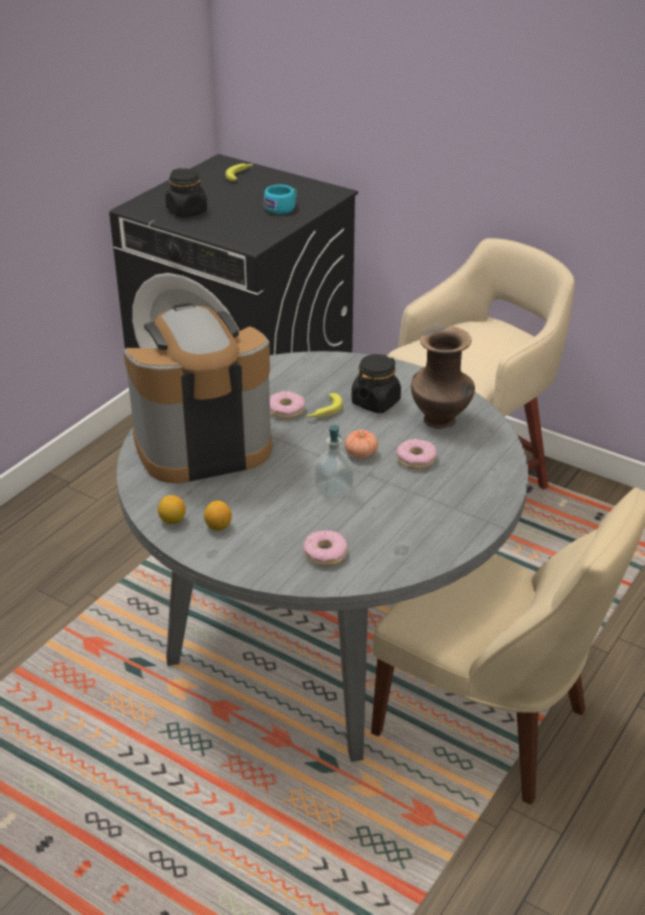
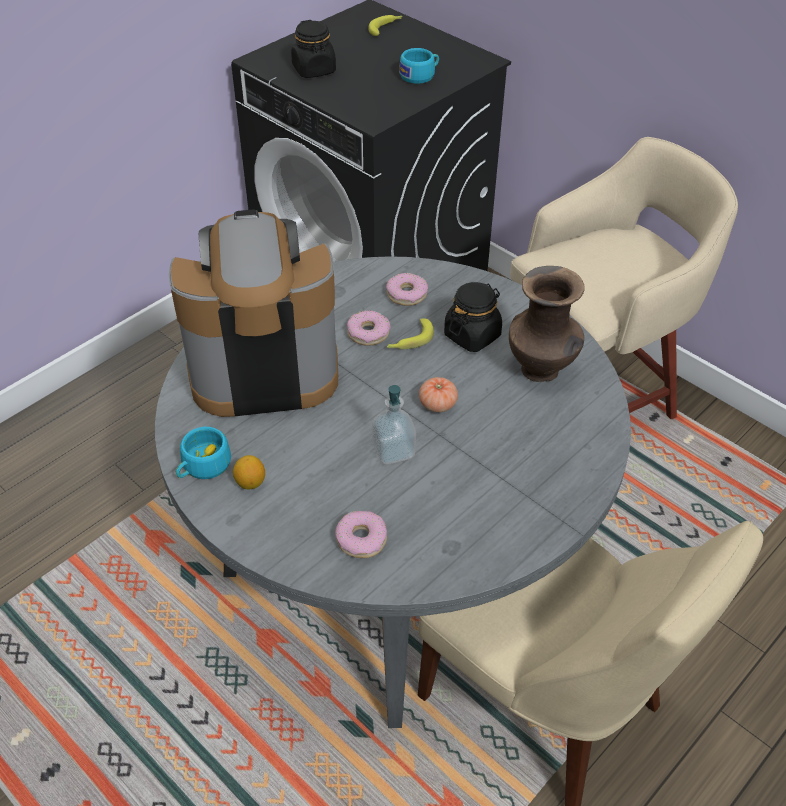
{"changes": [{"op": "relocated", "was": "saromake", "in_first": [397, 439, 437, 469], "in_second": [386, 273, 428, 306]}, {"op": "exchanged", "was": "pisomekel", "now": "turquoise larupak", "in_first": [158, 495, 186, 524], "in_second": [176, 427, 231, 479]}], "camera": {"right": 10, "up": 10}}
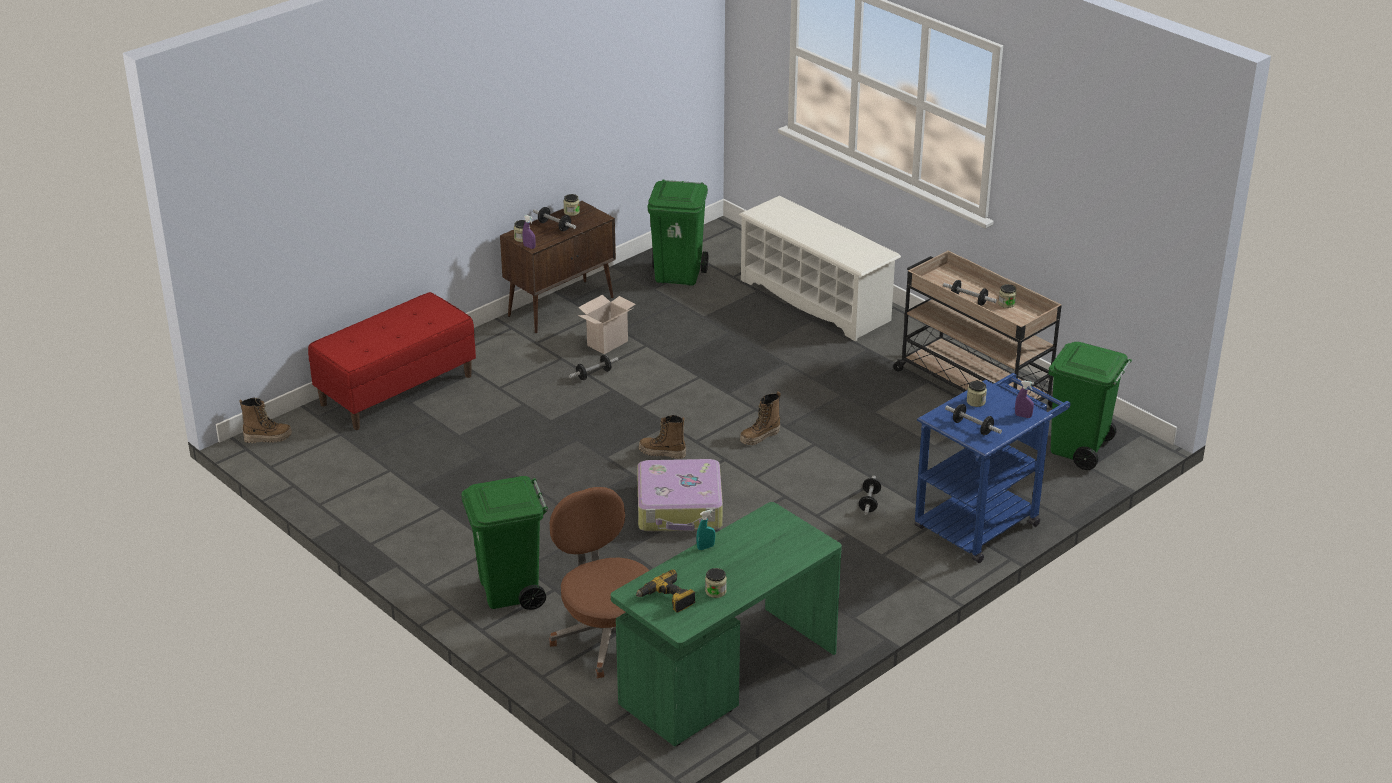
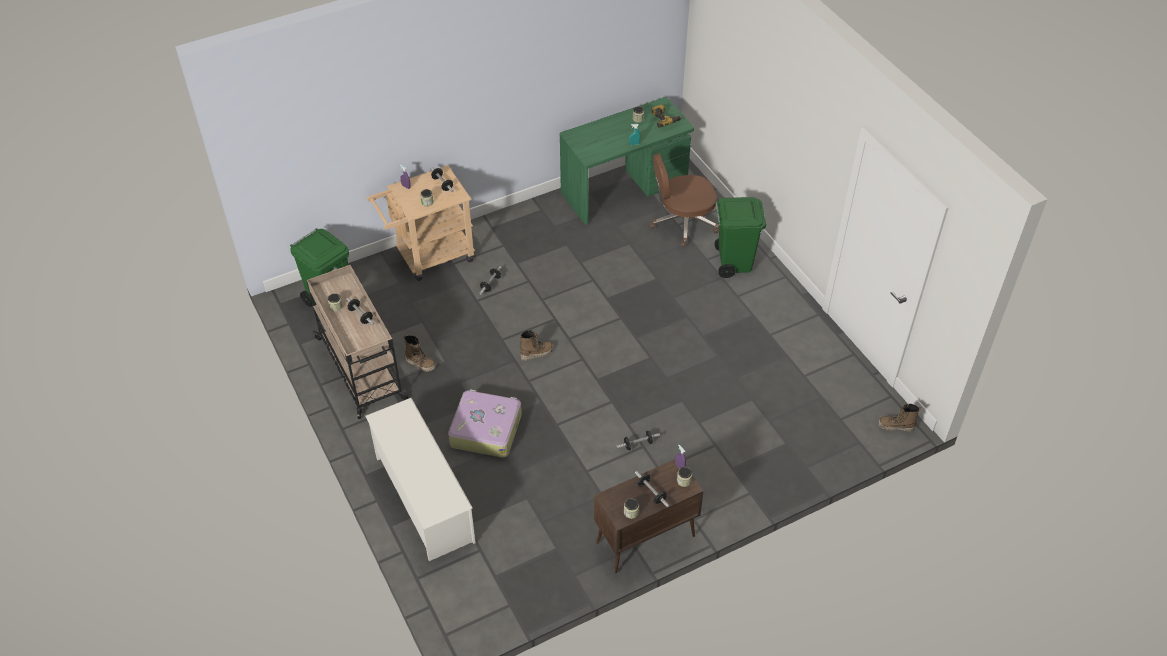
{"changes": [{"op": "missing", "was": "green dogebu", "in_first": [648, 180, 708, 286]}, {"op": "missing", "was": "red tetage", "in_first": [308, 292, 476, 430]}, {"op": "missing", "was": "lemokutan", "in_first": [578, 294, 635, 354]}, {"op": "colour", "was": "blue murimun", "now": "beige murimun", "in_first": [915, 373, 1071, 563], "in_second": [367, 165, 475, 281]}, {"op": "relocated", "was": "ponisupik", "in_first": [639, 415, 686, 459], "in_second": [404, 334, 436, 372]}, {"op": "relocated", "was": "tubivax", "in_first": [637, 459, 723, 532], "in_second": [448, 389, 522, 458]}, {"op": "spun", "was": "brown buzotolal", "in_first": [549, 487, 649, 678], "in_second": [650, 153, 719, 248], "clockwise": 90}], "camera": {"right": -165, "up": 15}}
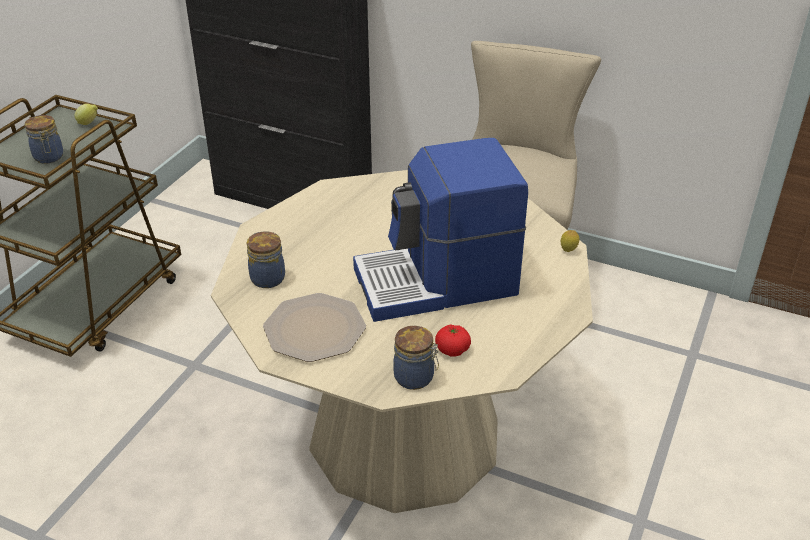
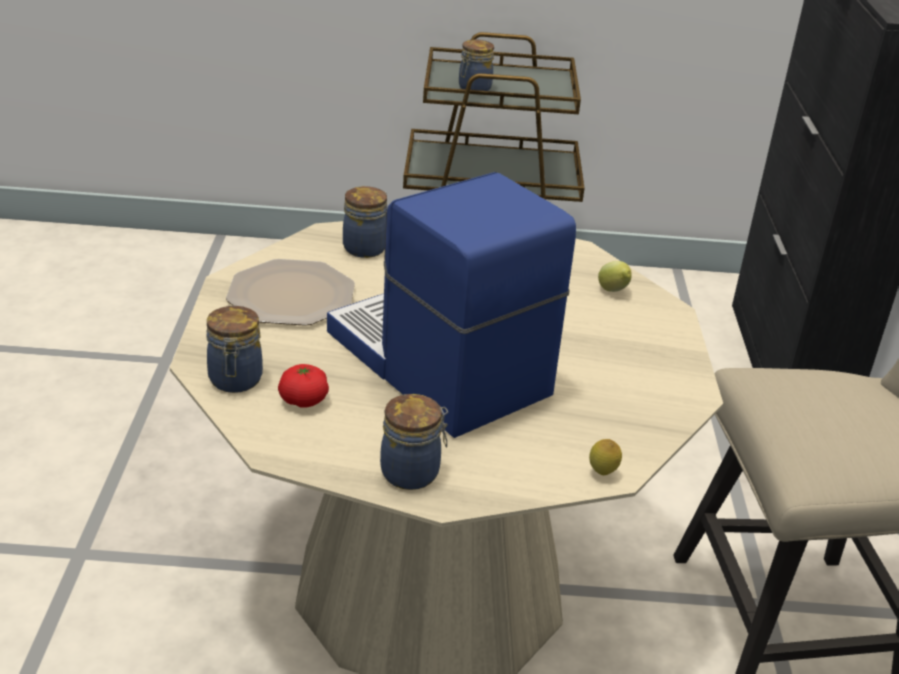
{"changes": [{"op": "relocated", "was": "pisomekel", "in_first": [75, 104, 98, 125], "in_second": [598, 261, 632, 292]}, {"op": "appeared", "now": "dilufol", "in_second": [380, 394, 448, 490]}], "camera": {"right": 65, "up": -5}}
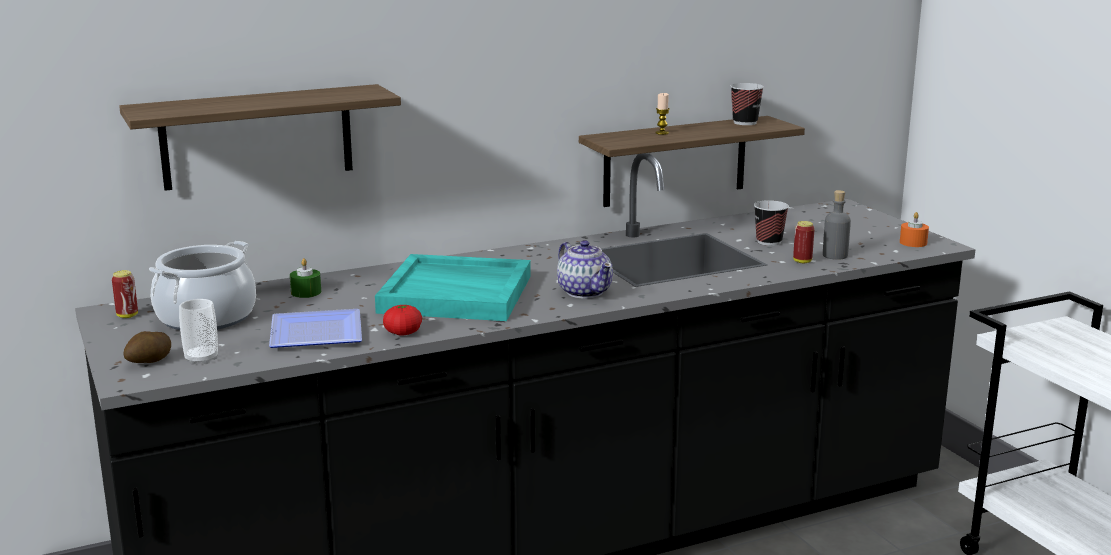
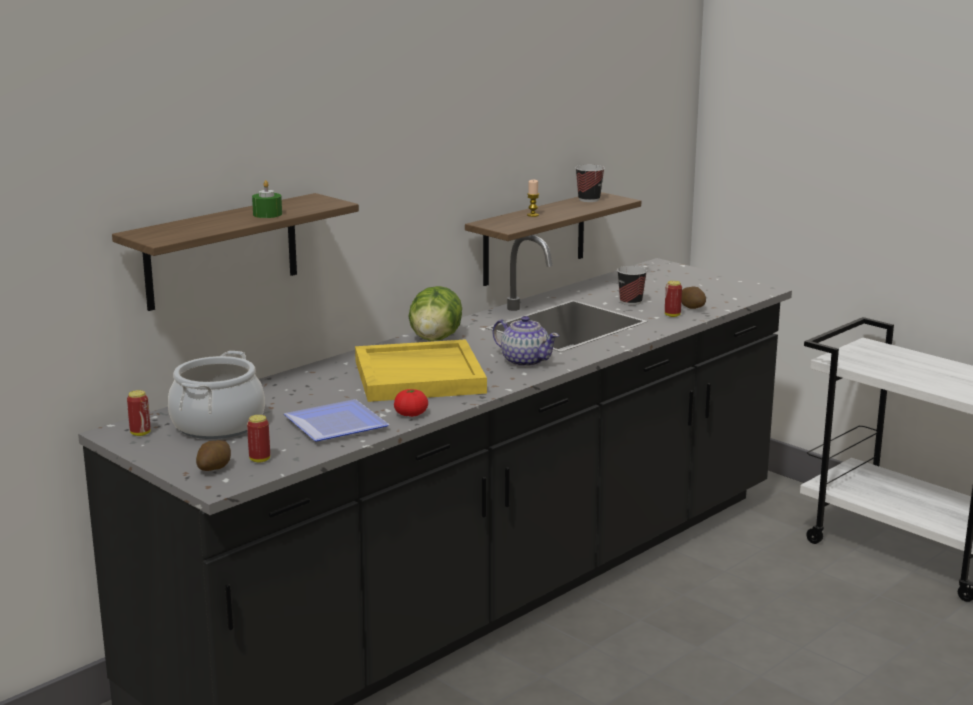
{"changes": [{"op": "exchanged", "was": "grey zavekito", "now": "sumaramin", "in_first": [823, 190, 851, 260], "in_second": [681, 286, 706, 309]}, {"op": "missing", "was": "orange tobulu", "in_first": [900, 212, 929, 247]}, {"op": "colour", "was": "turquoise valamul", "now": "yellow valamul", "in_first": [375, 254, 531, 321], "in_second": [355, 339, 487, 402]}, {"op": "relocated", "was": "green tobulu", "in_first": [290, 258, 321, 298], "in_second": [252, 180, 282, 218]}, {"op": "exchanged", "was": "larupak", "now": "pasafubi", "in_first": [179, 299, 218, 365], "in_second": [247, 415, 270, 463]}, {"op": "appeared", "now": "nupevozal", "in_second": [408, 286, 462, 341]}], "camera": {"right": -20, "up": 0}}
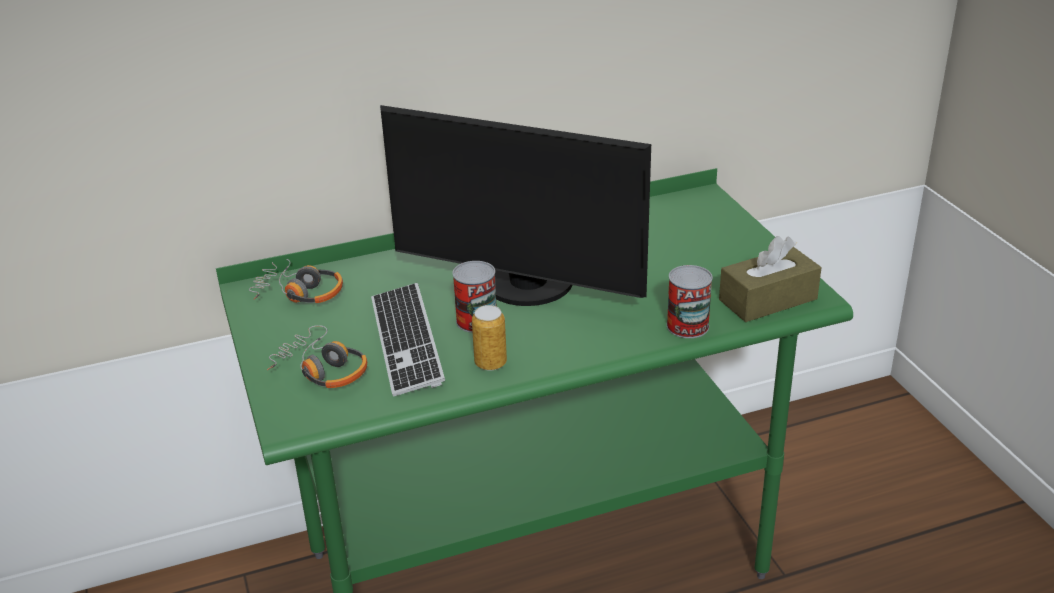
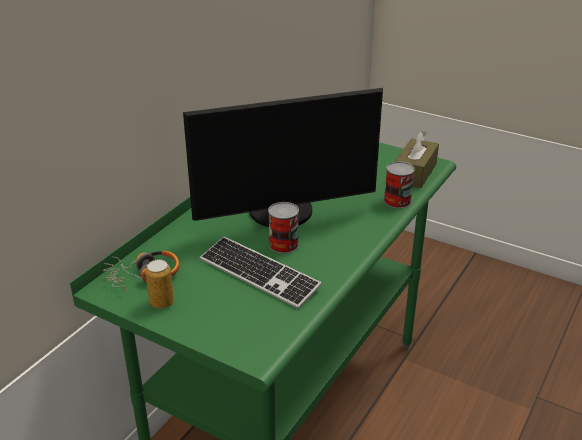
{"changes": [{"op": "relocated", "was": "pasafubi", "in_first": [472, 305, 507, 371], "in_second": [145, 260, 174, 309]}, {"op": "missing", "was": "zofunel", "in_first": [267, 325, 367, 388]}], "camera": {"right": -40, "up": 0}}
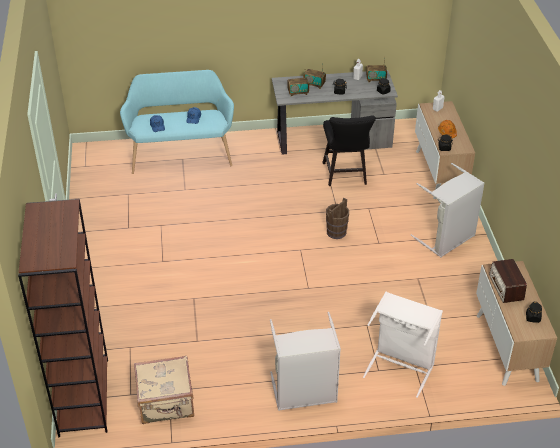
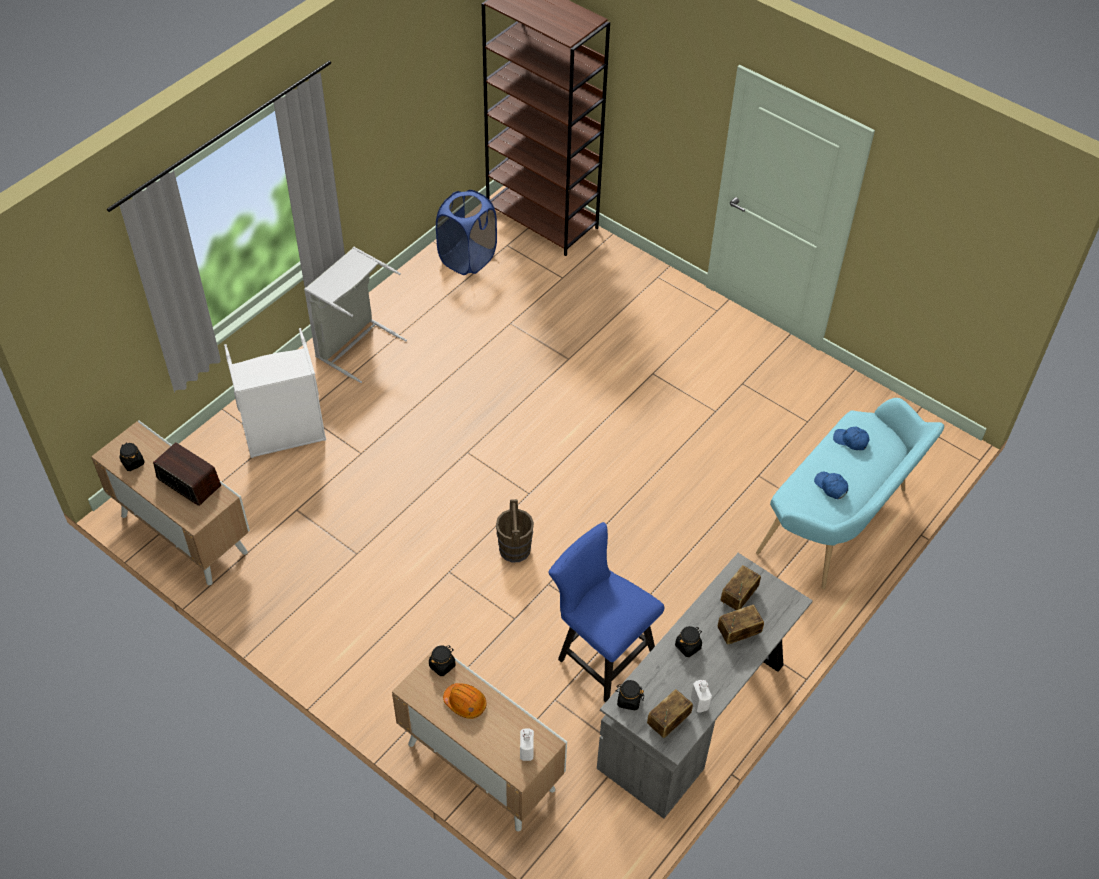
{"changes": [{"op": "colour", "was": "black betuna", "now": "blue betuna", "in_first": [322, 115, 376, 186], "in_second": [548, 522, 664, 702]}, {"op": "missing", "was": "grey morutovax", "in_first": [411, 163, 485, 257]}, {"op": "exchanged", "was": "beige tubivax", "now": "blue morutovax", "in_first": [134, 355, 194, 424], "in_second": [436, 190, 497, 275]}], "camera": {"right": 135, "up": 10}}
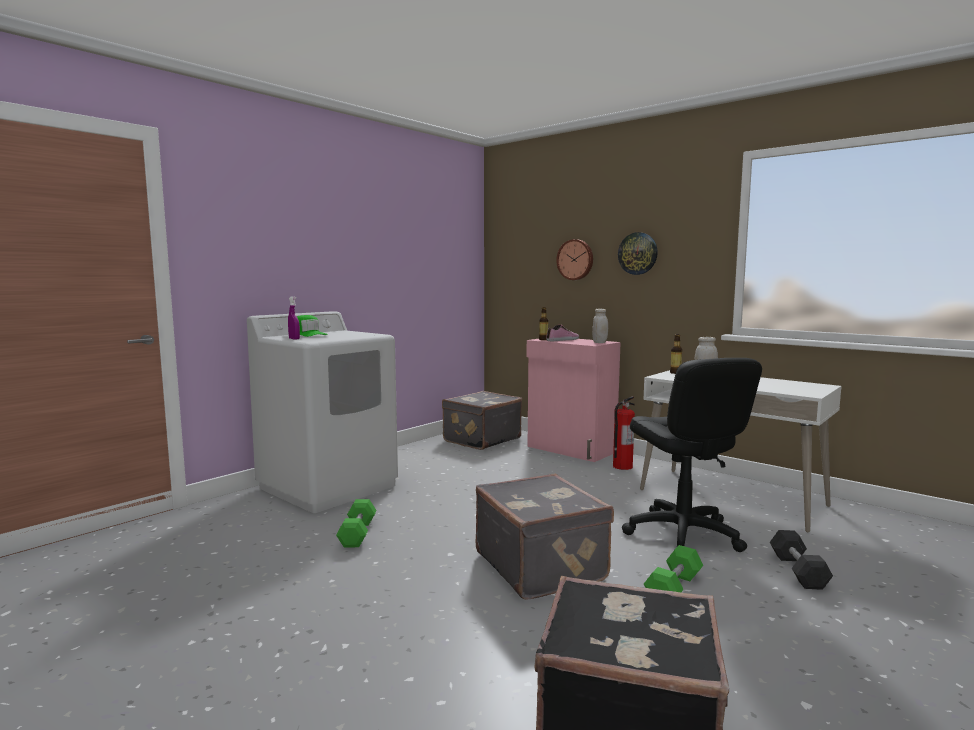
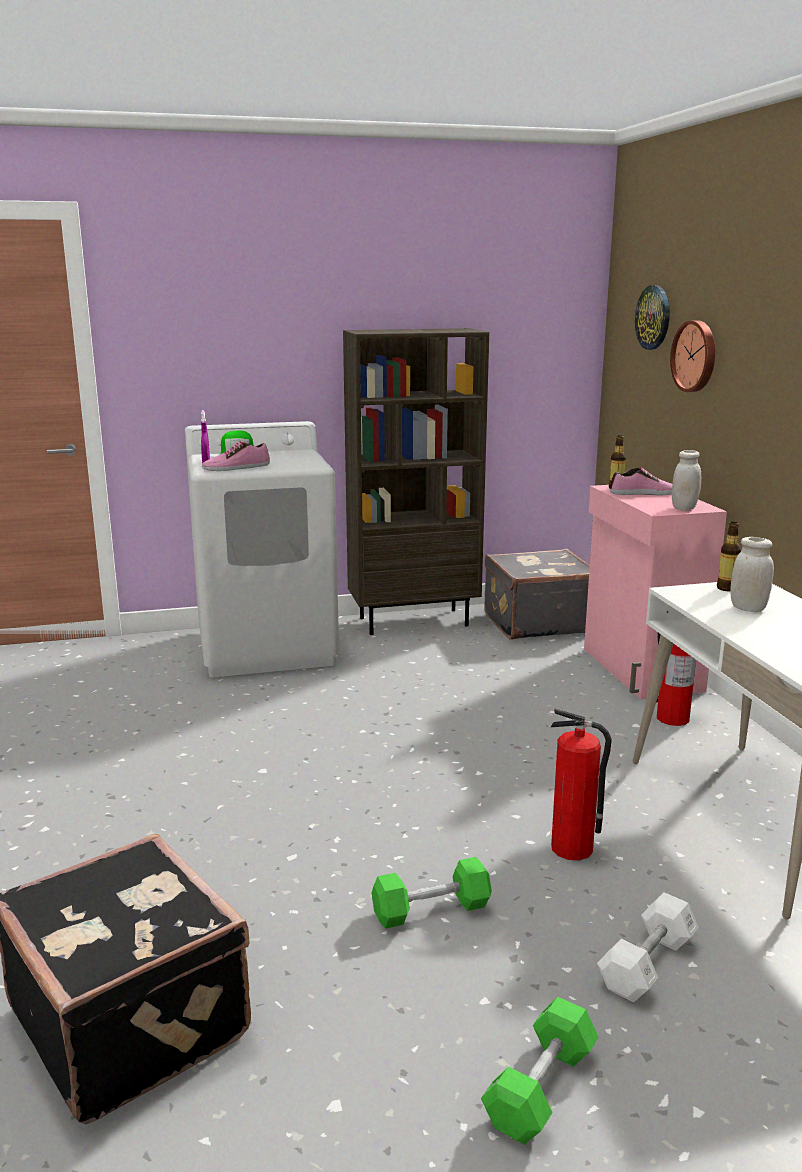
{"changes": [{"op": "relocated", "was": "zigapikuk", "in_first": [618, 232, 658, 275], "in_second": [635, 285, 670, 350]}, {"op": "exchanged", "was": "black buzotolal", "now": "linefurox", "in_first": [622, 358, 762, 552], "in_second": [551, 709, 612, 860]}, {"op": "missing", "was": "grey tubivax", "in_first": [476, 473, 614, 600]}, {"op": "relocated", "was": "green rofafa", "in_first": [336, 499, 377, 547], "in_second": [481, 997, 599, 1145]}, {"op": "colour", "was": "black rofafa", "now": "white rofafa", "in_first": [770, 530, 833, 590], "in_second": [597, 892, 699, 1003]}, {"op": "appeared", "now": "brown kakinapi", "in_second": [343, 328, 489, 635]}, {"op": "appeared", "now": "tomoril", "in_second": [202, 441, 270, 471]}], "camera": {"right": 35, "up": 10}}
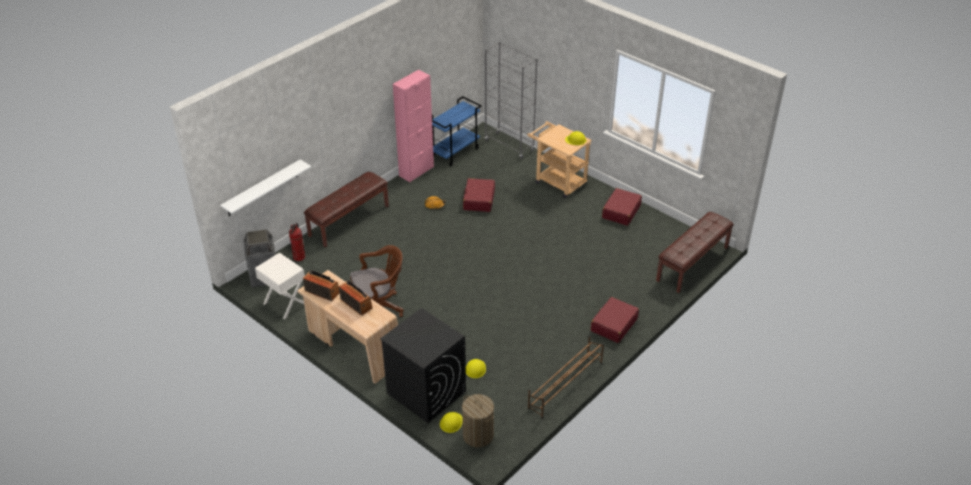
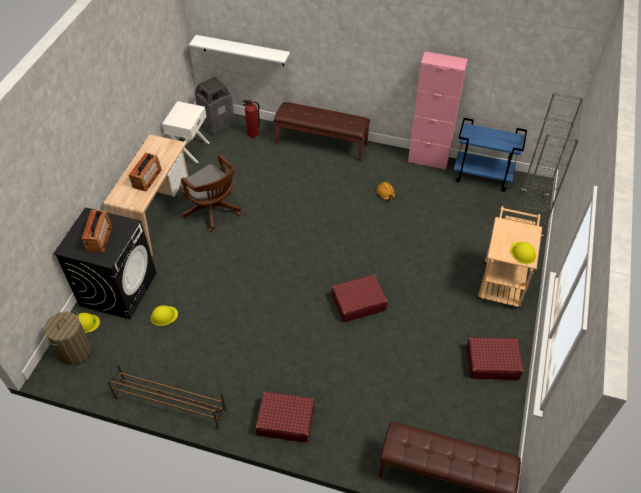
{"changes": [{"op": "relocated", "was": "red tubivax", "in_first": [463, 178, 495, 212], "in_second": [332, 274, 388, 322]}, {"op": "relocated", "was": "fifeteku", "in_first": [303, 270, 340, 301], "in_second": [82, 210, 113, 252]}], "camera": {"right": 65, "up": 10}}
